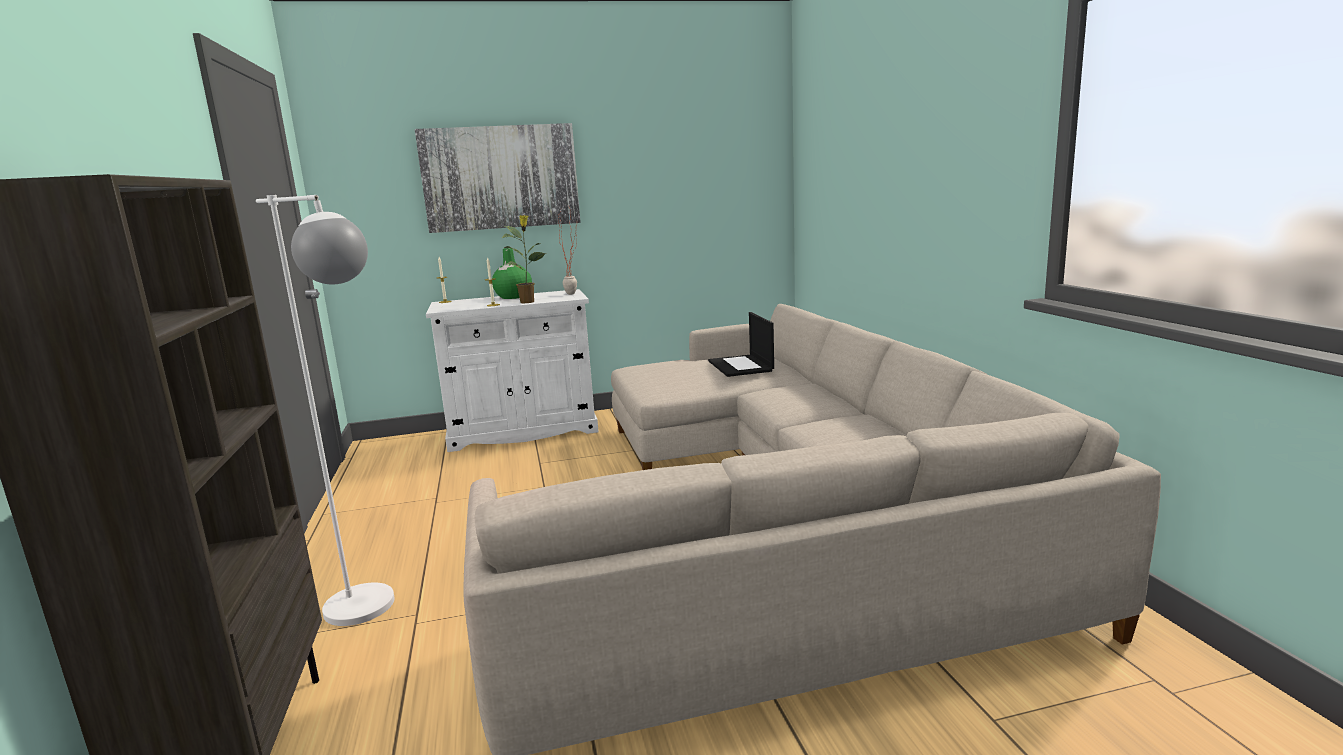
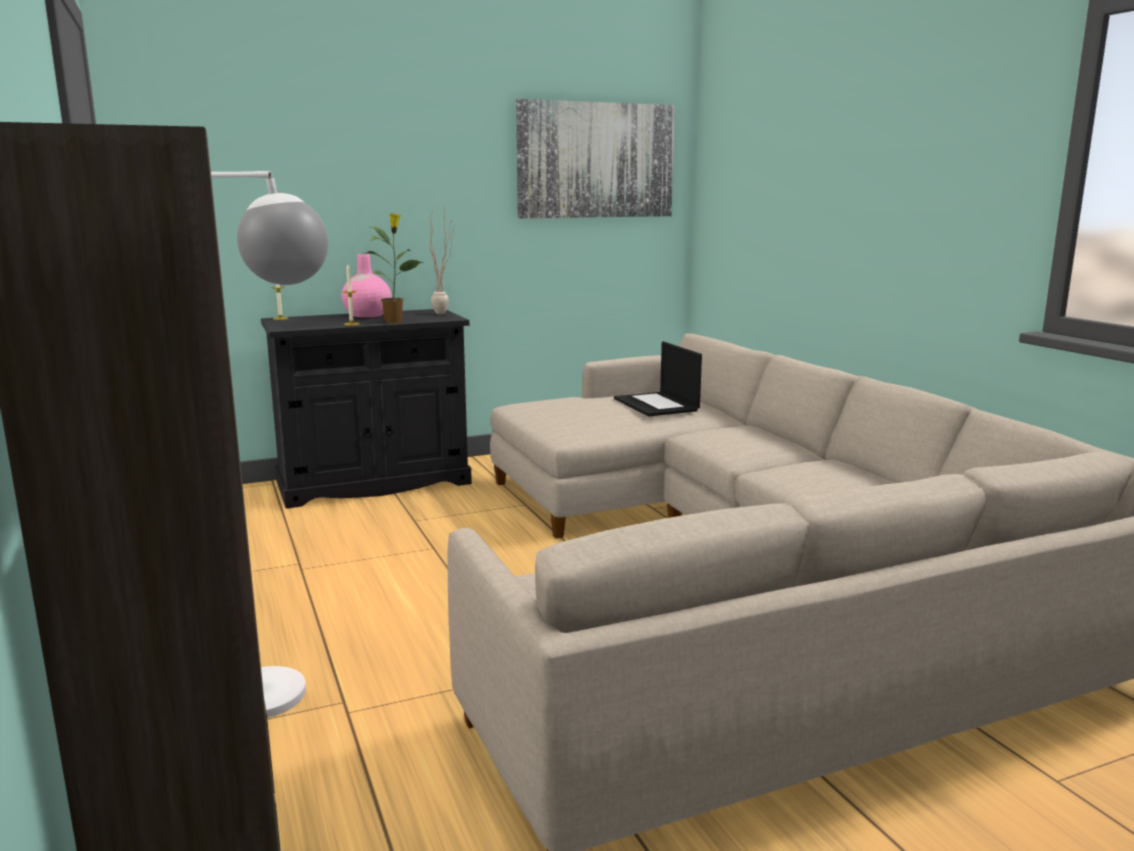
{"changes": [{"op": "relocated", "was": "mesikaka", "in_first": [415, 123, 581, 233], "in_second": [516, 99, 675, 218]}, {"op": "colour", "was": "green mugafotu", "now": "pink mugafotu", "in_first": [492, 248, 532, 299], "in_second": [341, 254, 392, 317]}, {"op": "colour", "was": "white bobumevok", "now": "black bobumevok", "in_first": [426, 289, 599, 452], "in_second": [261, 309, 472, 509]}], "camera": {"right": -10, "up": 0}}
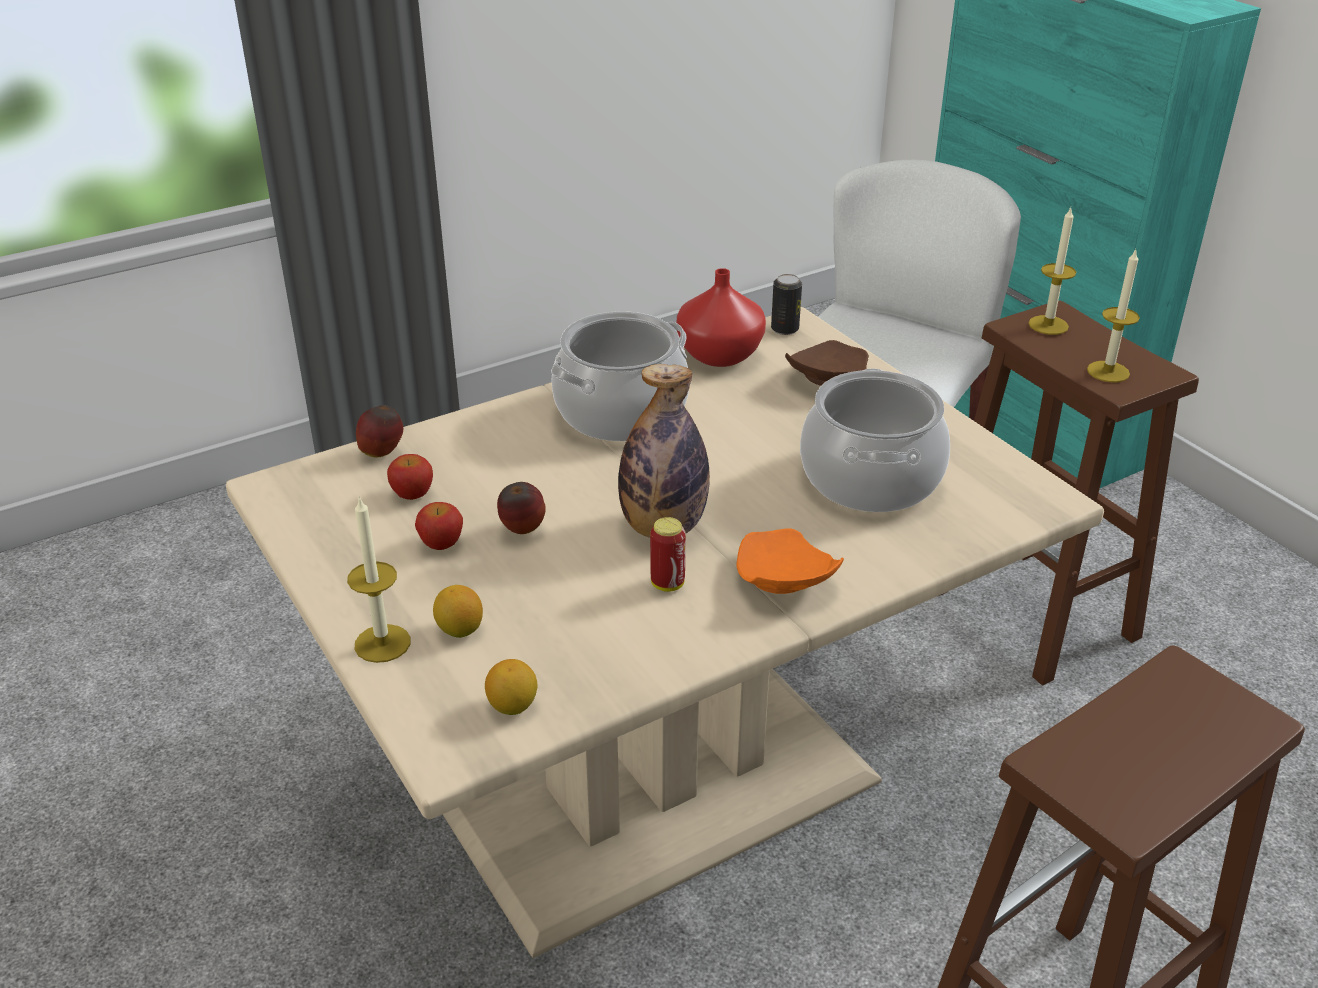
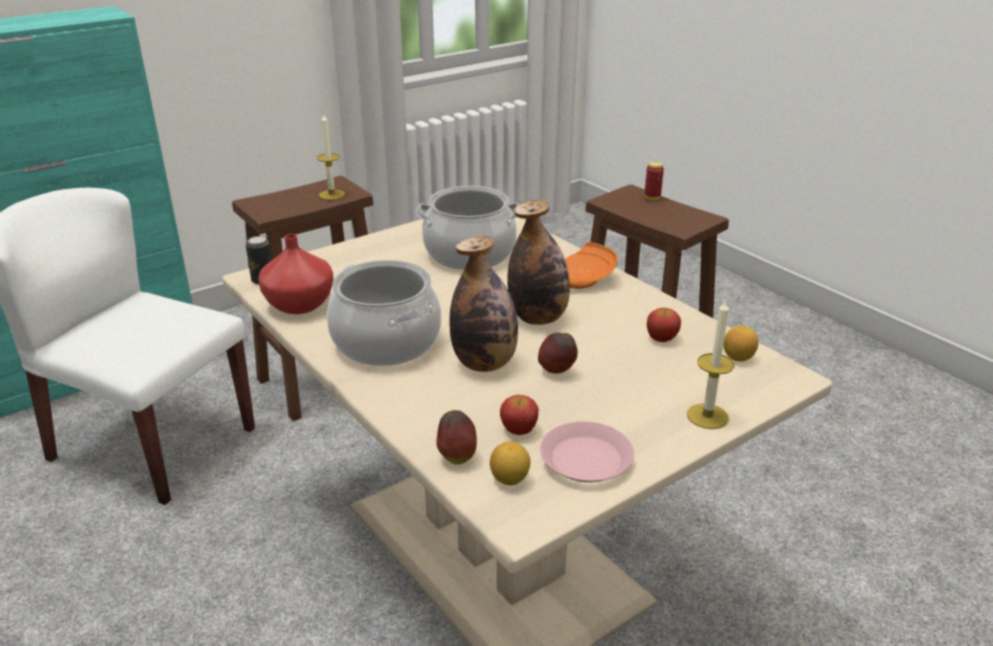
{"changes": [{"op": "missing", "was": "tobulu", "in_first": [1028, 208, 1076, 335]}, {"op": "missing", "was": "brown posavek", "in_first": [785, 340, 869, 386]}, {"op": "relocated", "was": "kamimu", "in_first": [415, 502, 463, 550], "in_second": [647, 308, 681, 342]}, {"op": "relocated", "was": "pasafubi", "in_first": [650, 517, 686, 592], "in_second": [645, 162, 664, 200]}, {"op": "relocated", "was": "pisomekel", "in_first": [433, 585, 483, 638], "in_second": [490, 441, 530, 485]}, {"op": "appeared", "now": "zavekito", "in_second": [450, 236, 518, 372]}, {"op": "appeared", "now": "pink posavek", "in_second": [540, 421, 634, 483]}], "camera": {"right": -95, "up": -5}}
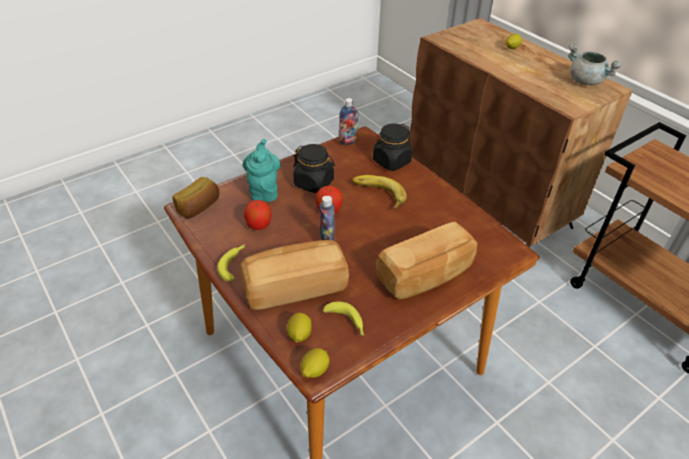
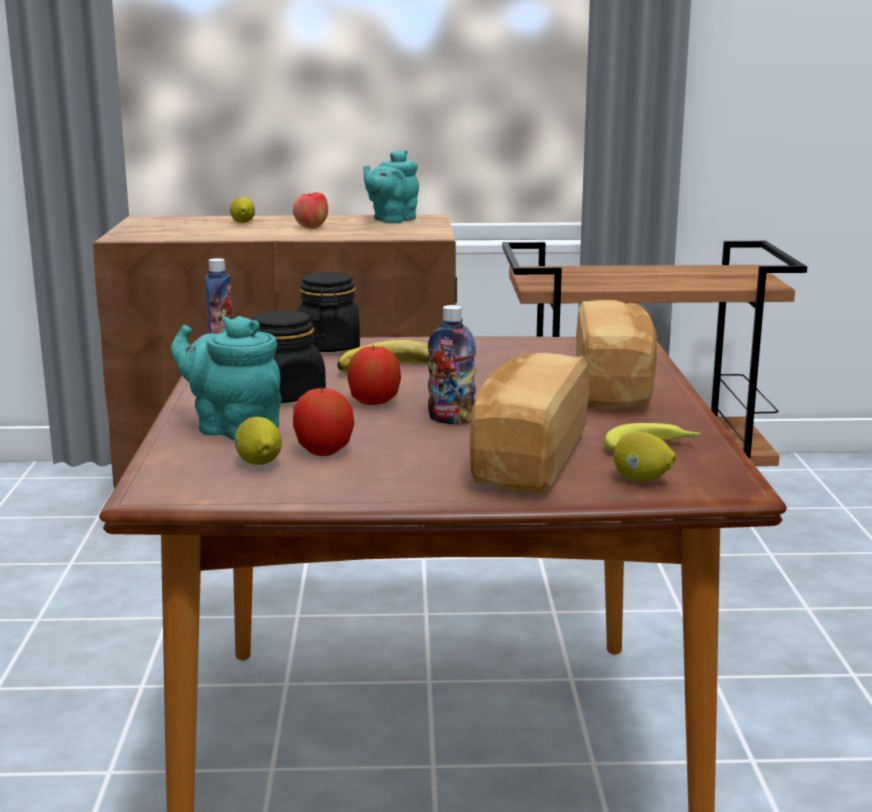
{"changes": [{"op": "exchanged", "was": "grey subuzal", "now": "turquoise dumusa", "in_first": [568, 44, 623, 85], "in_second": [363, 150, 419, 223]}, {"op": "missing", "was": "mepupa", "in_first": [172, 177, 220, 218]}, {"op": "missing", "was": "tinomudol", "in_first": [217, 244, 245, 282]}, {"op": "relocated", "was": "pisomekel", "in_first": [301, 348, 330, 378], "in_second": [234, 417, 282, 465]}, {"op": "appeared", "now": "kamimu", "in_second": [293, 192, 328, 229]}], "camera": {"right": -55, "up": -25}}
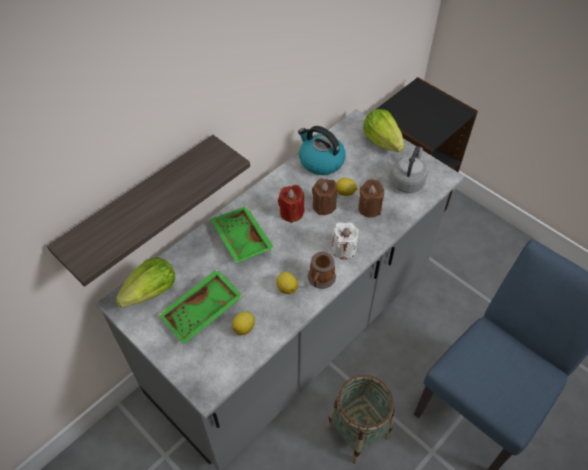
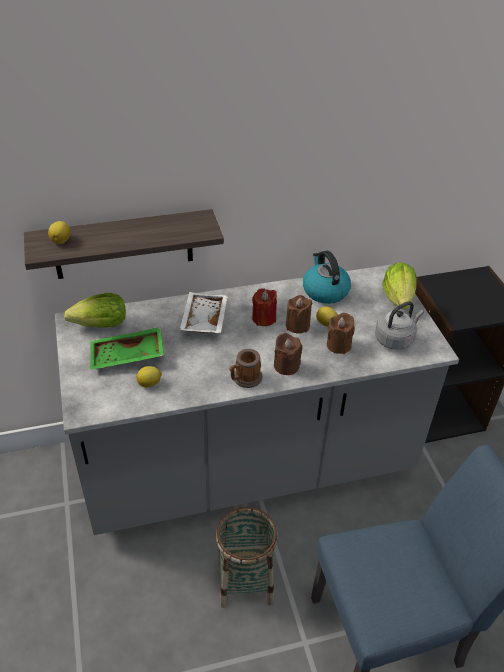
{"changes": [{"op": "colour", "was": "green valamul", "now": "white valamul", "in_first": [210, 206, 274, 263], "in_second": [179, 292, 228, 333]}, {"op": "colour", "was": "white tobulu", "now": "brown tobulu", "in_first": [332, 222, 358, 260], "in_second": [274, 333, 302, 375]}, {"op": "relocated", "was": "pisomekel", "in_first": [276, 272, 298, 294], "in_second": [48, 221, 70, 244]}], "camera": {"right": 30, "up": -10}}
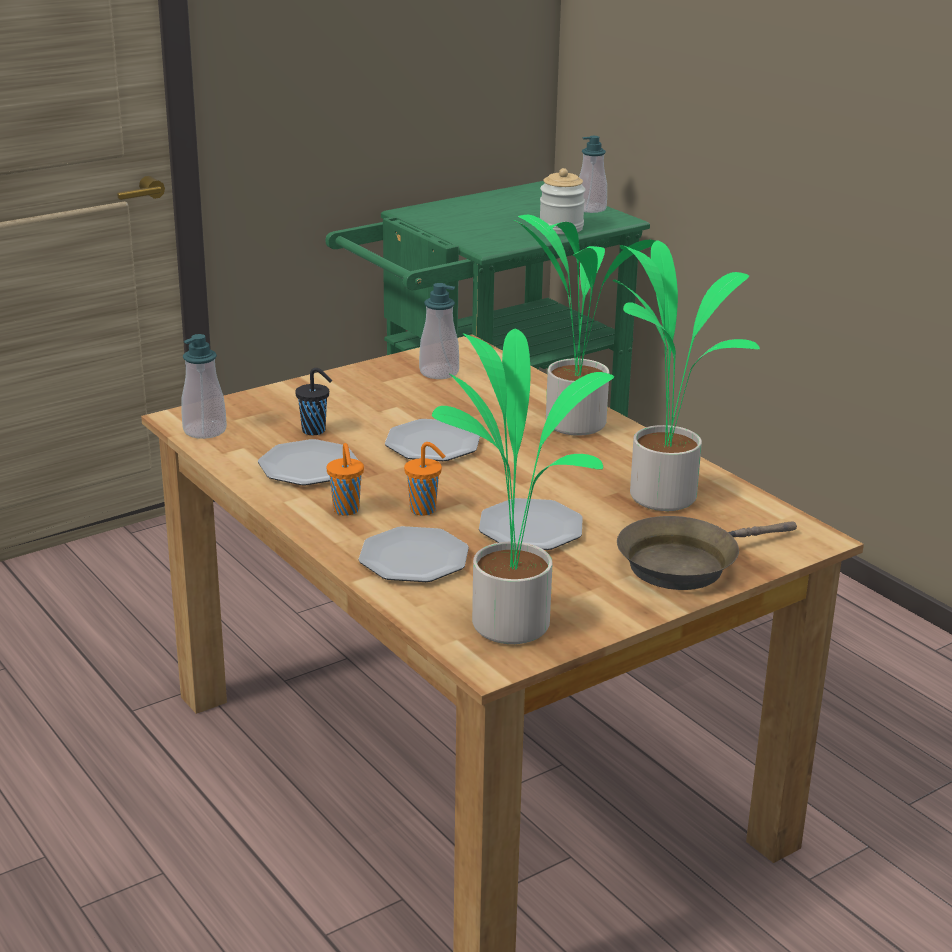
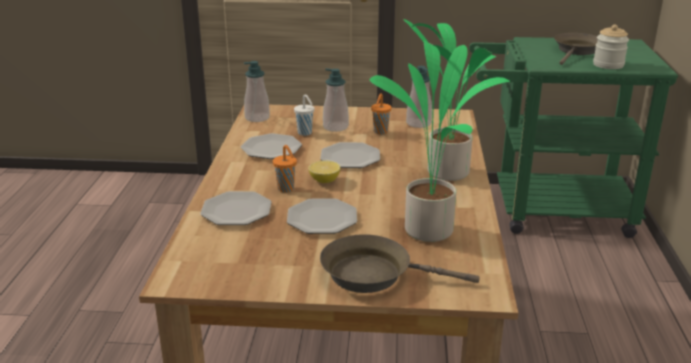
{"changes": [{"op": "relocated", "was": "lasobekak", "in_first": [579, 136, 607, 213], "in_second": [323, 68, 349, 132]}, {"op": "missing", "was": "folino", "in_first": [432, 329, 614, 644]}, {"op": "colour", "was": "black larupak", "now": "white larupak", "in_first": [295, 368, 332, 435], "in_second": [294, 94, 314, 136]}, {"op": "relocated", "was": "orange larupak", "in_first": [327, 443, 364, 515], "in_second": [371, 93, 392, 134]}, {"op": "appeared", "now": "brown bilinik", "in_second": [554, 33, 598, 65]}, {"op": "appeared", "now": "pisomekel", "in_second": [308, 161, 340, 183]}], "camera": {"right": 40, "up": 0}}
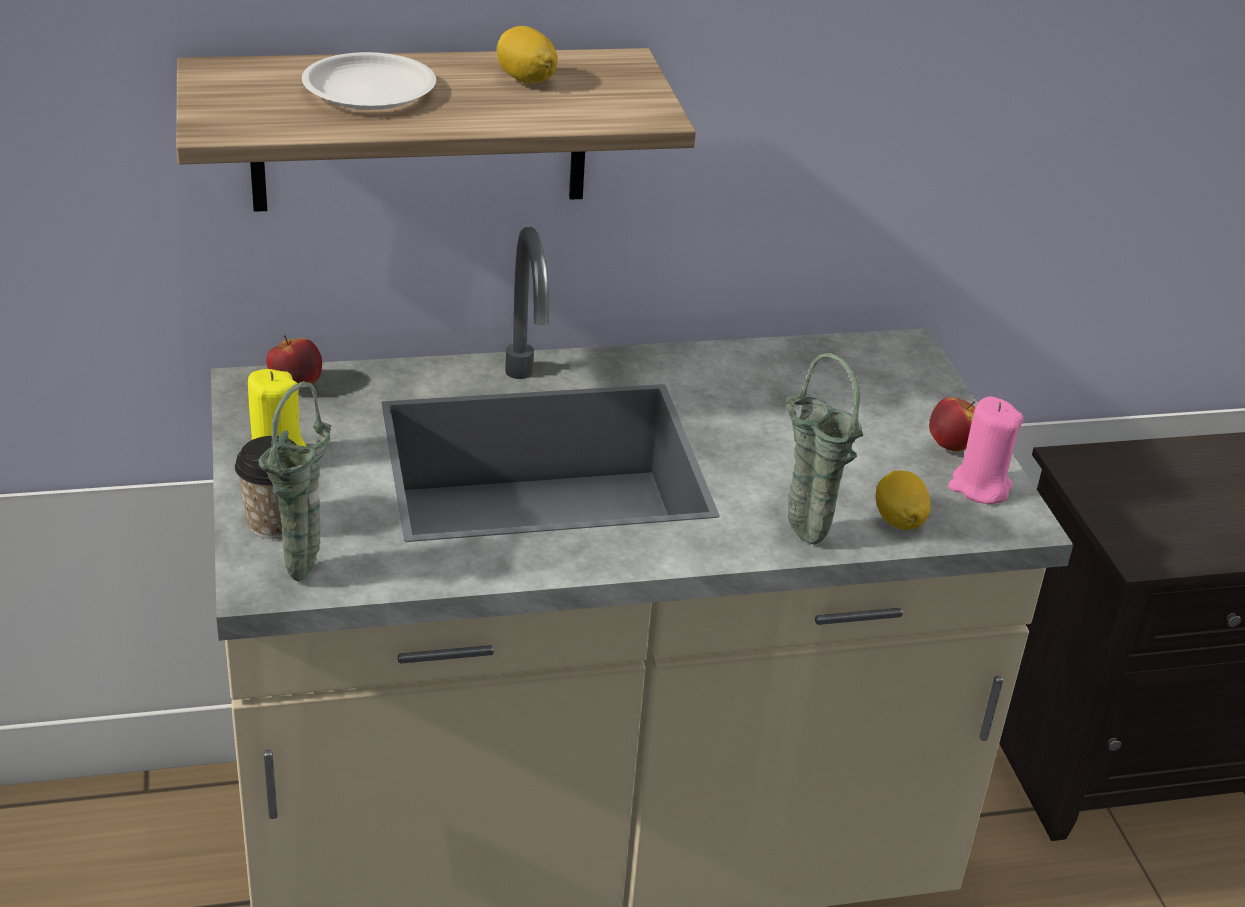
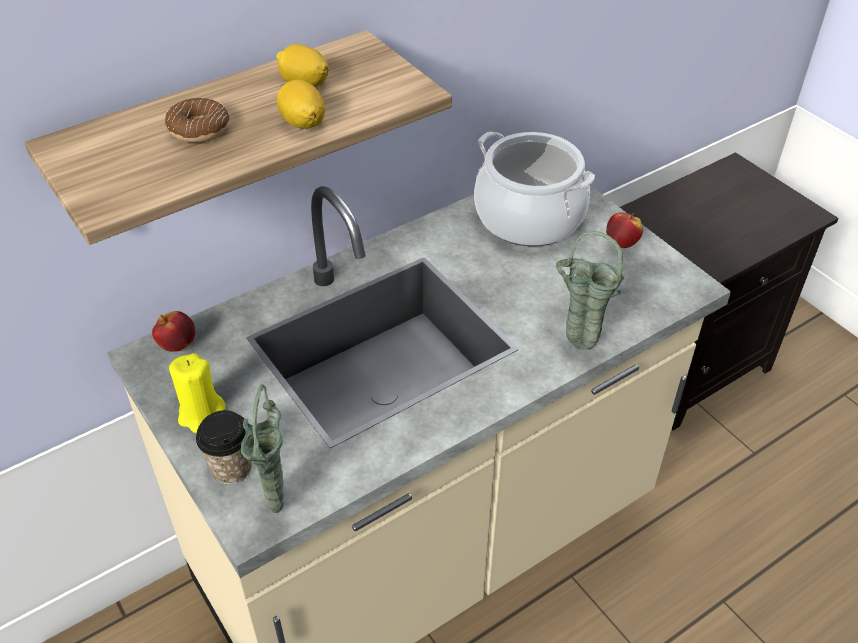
{"changes": [{"op": "exchanged", "was": "white posavek", "now": "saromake", "in_first": [302, 52, 436, 110], "in_second": [165, 98, 229, 143]}, {"op": "missing", "was": "pink tobulu", "in_first": [948, 396, 1023, 504]}, {"op": "relocated", "was": "pisomekel", "in_first": [875, 470, 931, 530], "in_second": [277, 80, 325, 129]}, {"op": "appeared", "now": "subuzal", "in_second": [474, 131, 595, 246]}], "camera": {"right": -20, "up": 10}}
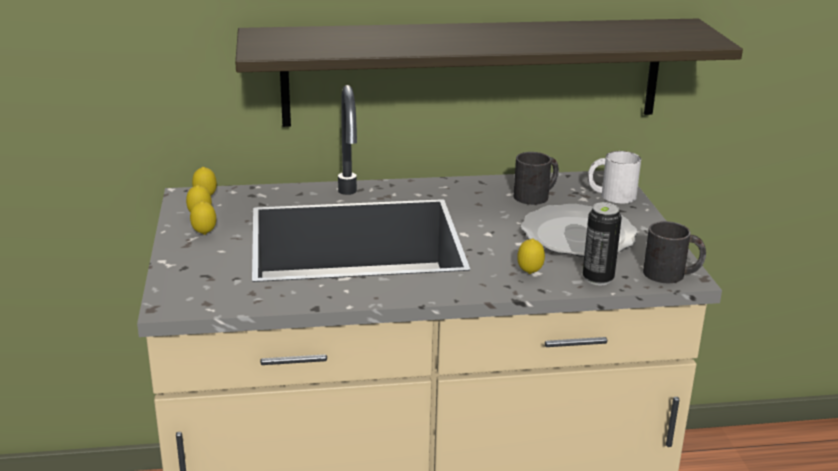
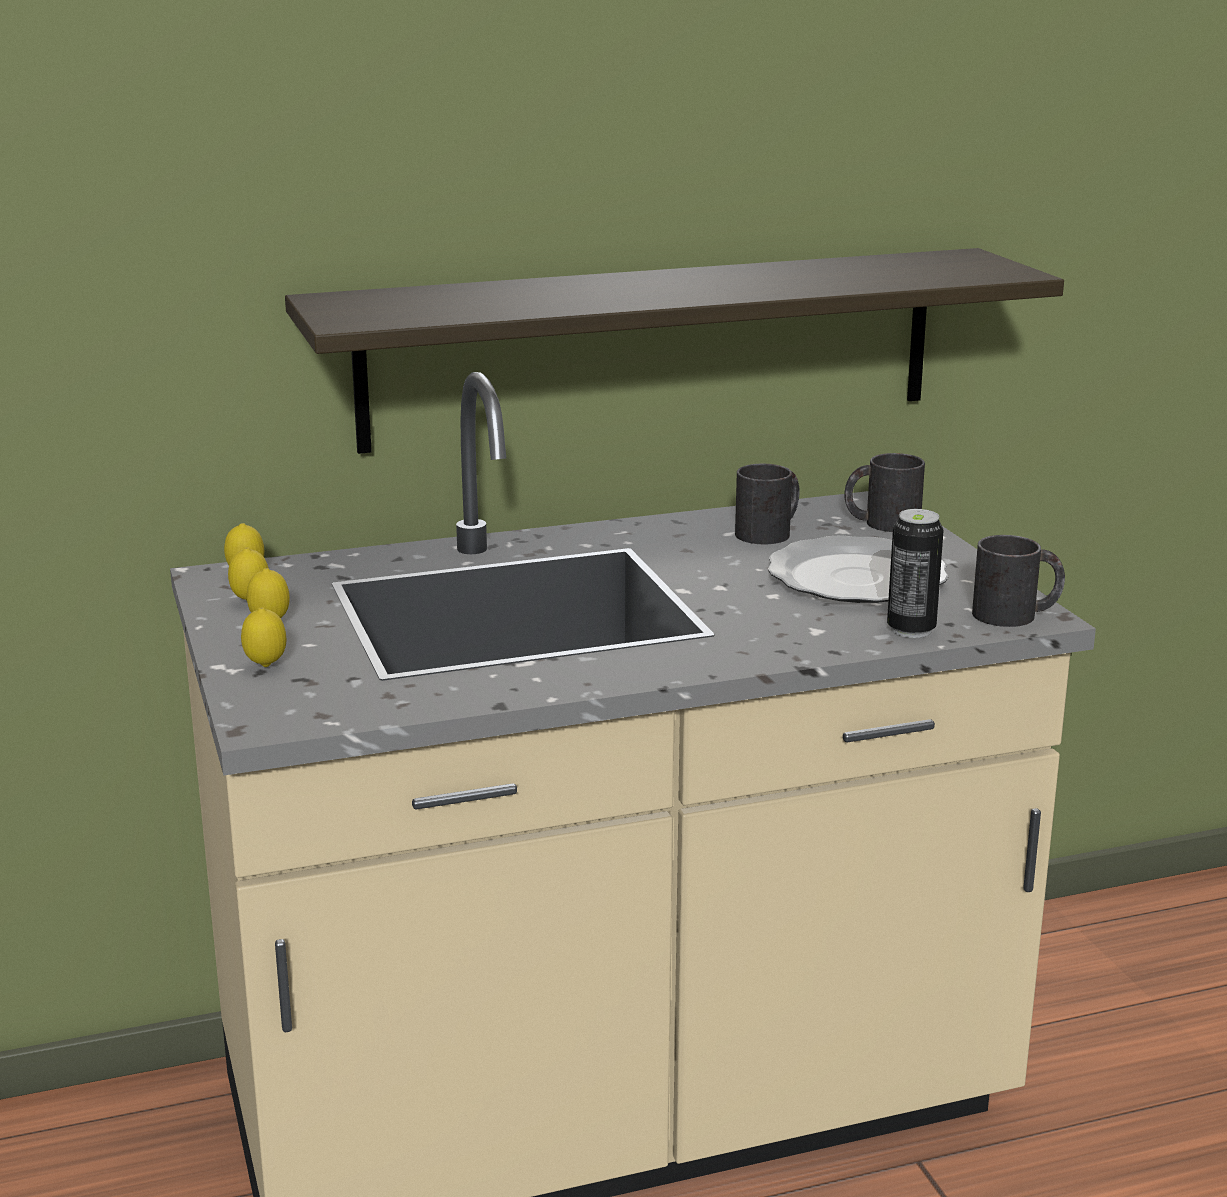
{"changes": [{"op": "colour", "was": "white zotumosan", "now": "black zotumosan", "in_first": [588, 151, 641, 203], "in_second": [844, 453, 925, 532]}, {"op": "relocated", "was": "pisomekel", "in_first": [517, 239, 545, 274], "in_second": [241, 607, 286, 667]}], "camera": {"right": -10, "up": -5}}
